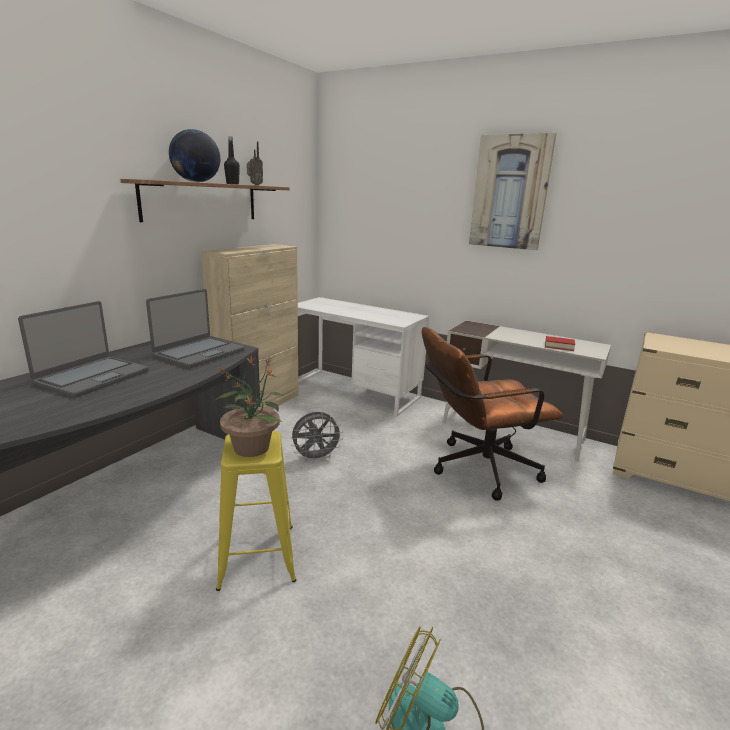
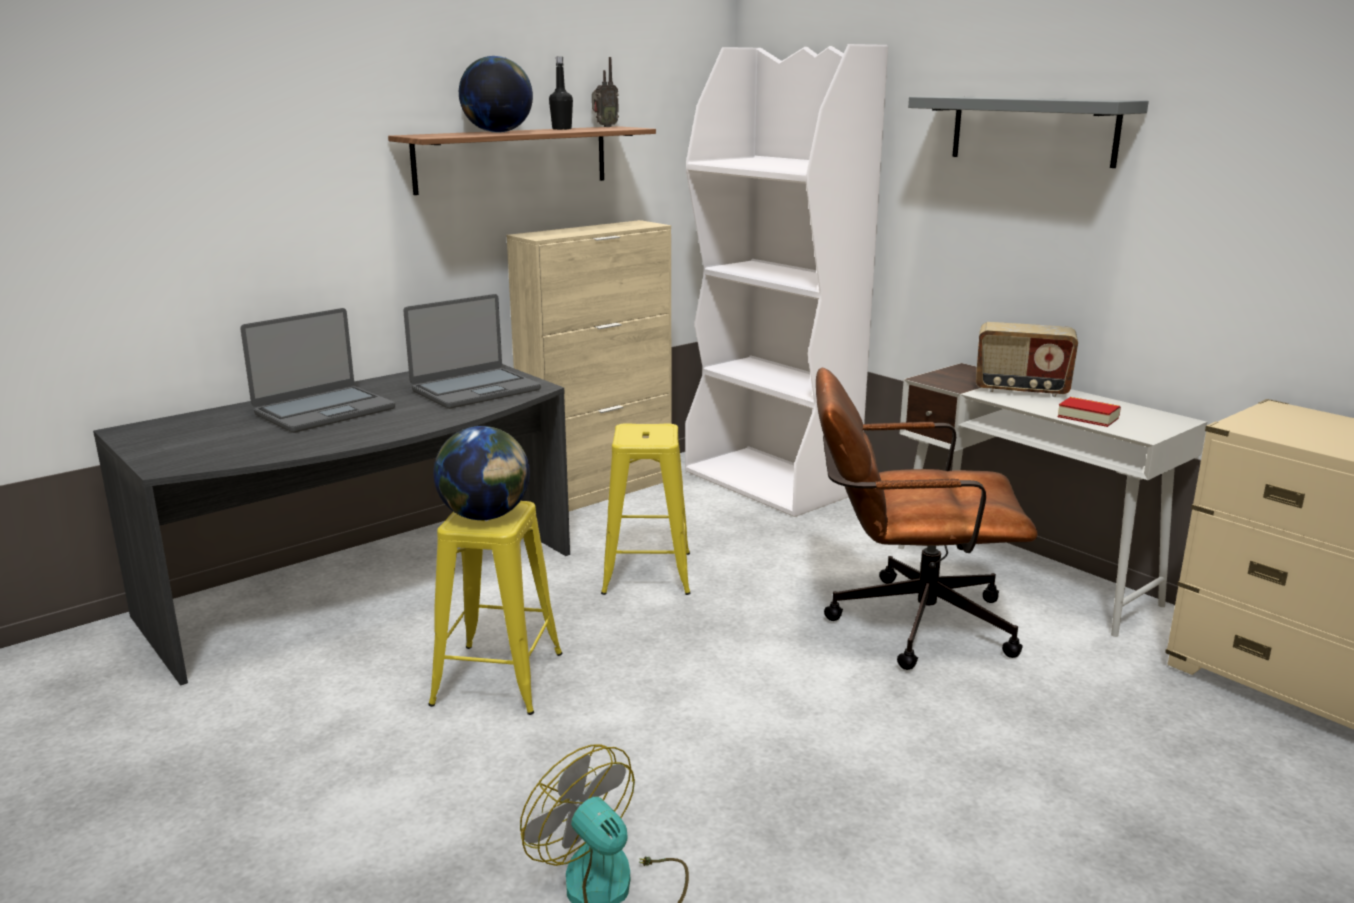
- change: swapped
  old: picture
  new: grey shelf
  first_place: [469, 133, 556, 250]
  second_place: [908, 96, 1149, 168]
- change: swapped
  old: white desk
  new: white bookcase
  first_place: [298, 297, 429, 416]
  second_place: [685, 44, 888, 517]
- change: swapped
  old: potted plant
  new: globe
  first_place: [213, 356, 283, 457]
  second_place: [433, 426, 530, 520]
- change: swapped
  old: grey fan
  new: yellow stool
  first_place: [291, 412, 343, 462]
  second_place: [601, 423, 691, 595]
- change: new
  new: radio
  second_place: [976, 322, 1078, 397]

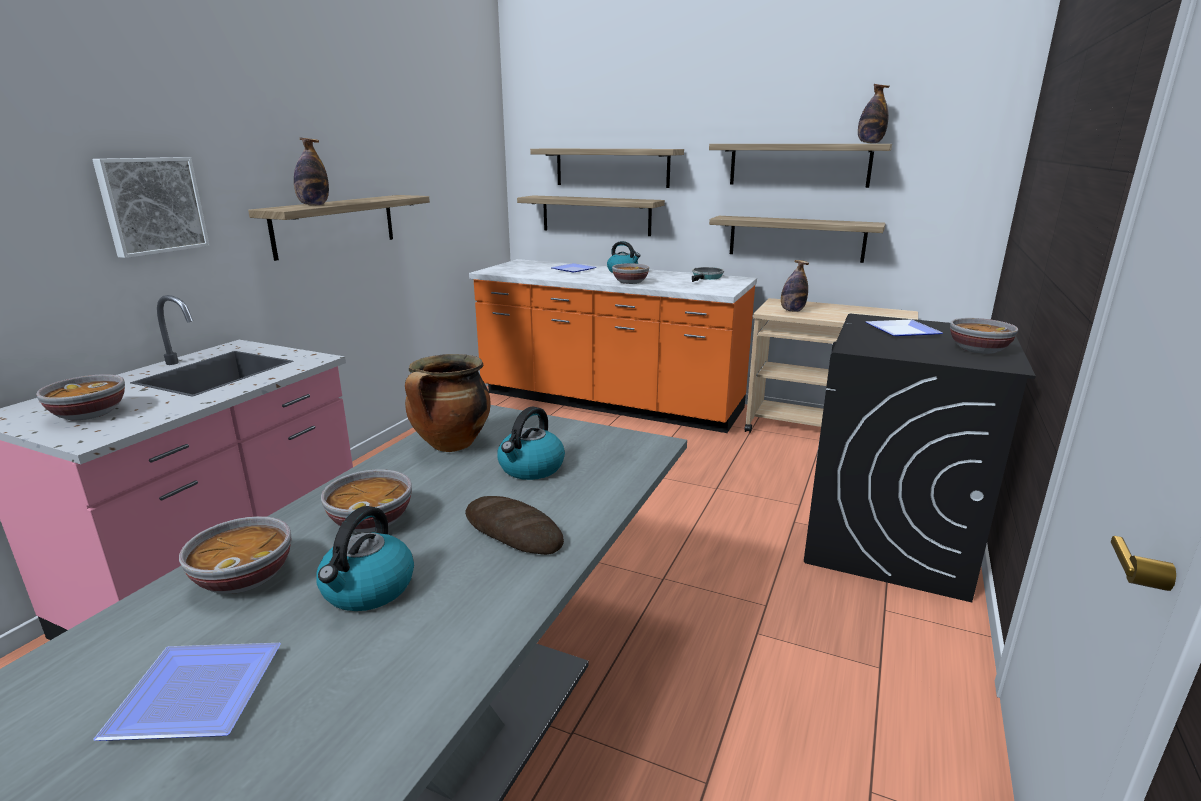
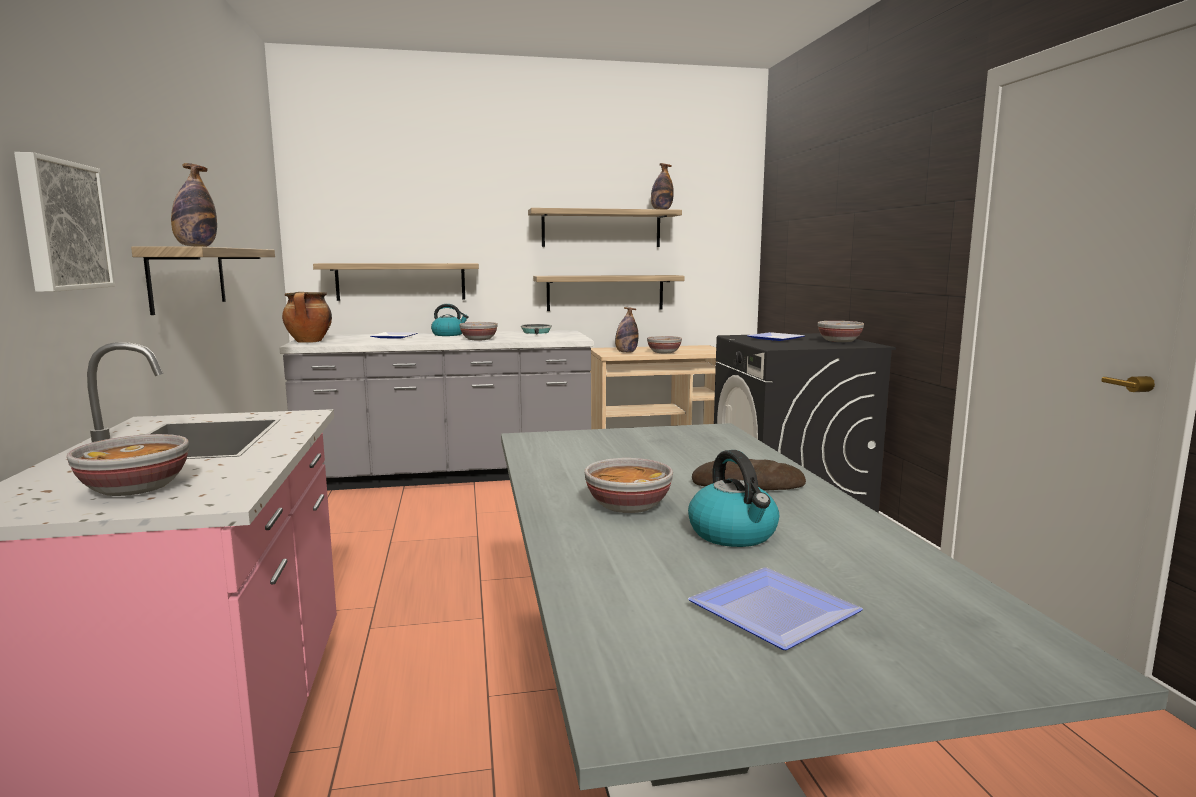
- change: gone
  old: shelf
  first_place: [530, 149, 684, 188]
- change: repainted
  old: orange counter
  new: grey counter
  first_place: [469, 259, 757, 433]
  second_place: [279, 330, 593, 491]
- change: shifted
  old: cooking pot
  first_place: [405, 354, 490, 452]
  second_place: [282, 292, 332, 343]
- change: gone
  old: kettle
  first_place: [497, 406, 565, 480]
- change: shifted
  old: bowl
  first_place: [179, 516, 291, 594]
  second_place: [647, 336, 682, 353]

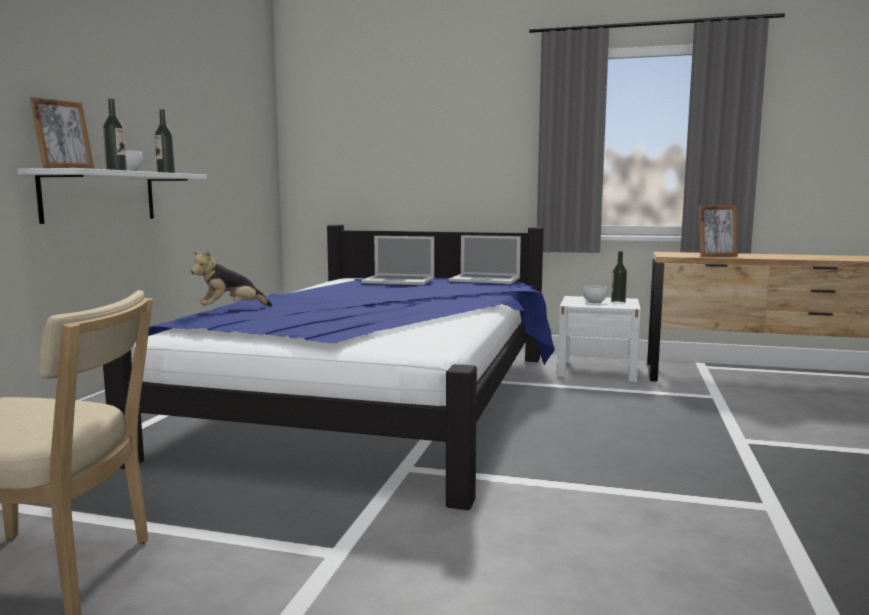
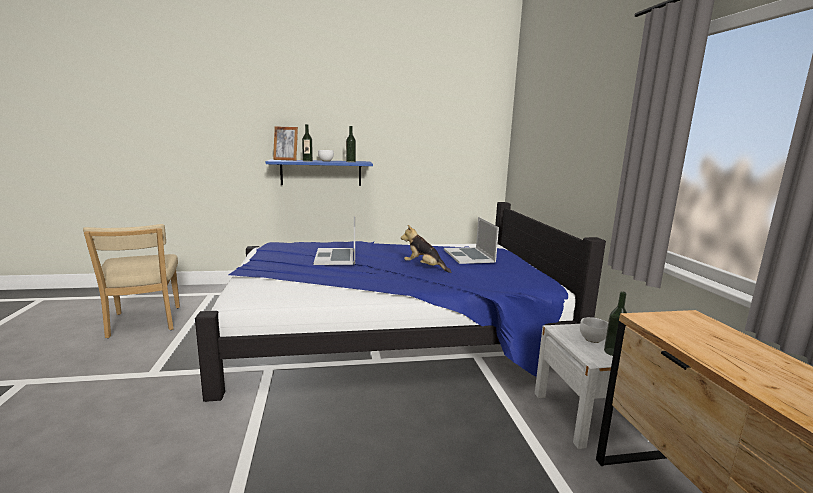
- change: repainted
  old: white shelf
  new: blue shelf
  first_place: [17, 168, 207, 224]
  second_place: [266, 159, 373, 186]
- change: gone
  old: picture frame
  first_place: [699, 205, 738, 257]
- change: shifted
  old: laptop
  first_place: [449, 235, 521, 284]
  second_place: [314, 216, 355, 265]
- change: shifted
  old: plush toy
  first_place: [191, 249, 273, 306]
  second_place: [401, 225, 451, 273]

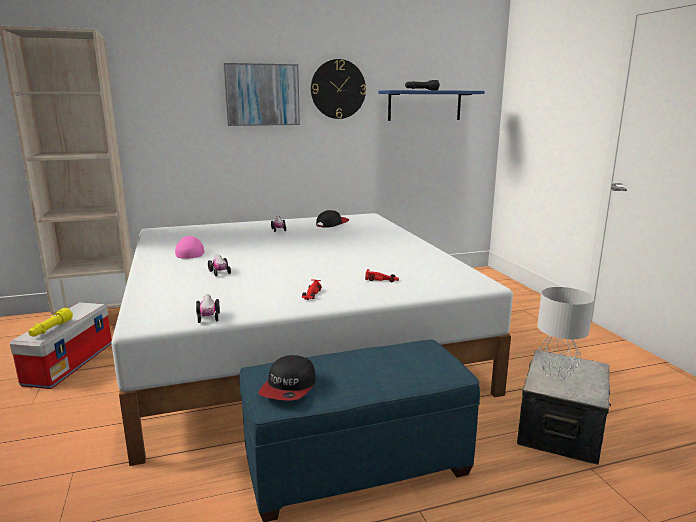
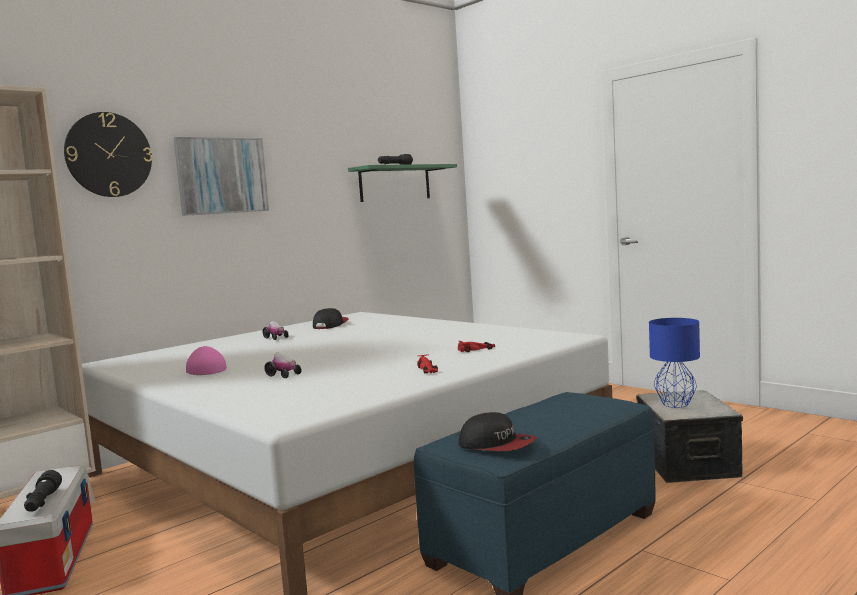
- change: shifted
  old: wall clock
  first_place: [311, 59, 366, 119]
  second_place: [64, 112, 152, 197]
- change: repainted
  old: blue shelf
  new: green shelf
  first_place: [379, 90, 485, 121]
  second_place: [348, 164, 457, 202]
- change: repainted
  old: grey table lamp
  new: blue table lamp
  first_place: [537, 287, 594, 379]
  second_place: [649, 318, 700, 408]
- change: gone
  old: toy car
  first_place: [196, 294, 220, 323]
- change: repainted
  old: yellow flashlight
  new: black flashlight
  first_place: [28, 308, 73, 336]
  second_place: [24, 470, 62, 512]
- change: rotated
  old: cap
  first_place: [258, 355, 316, 401]
  second_place: [459, 412, 537, 451]
  degrees: -45

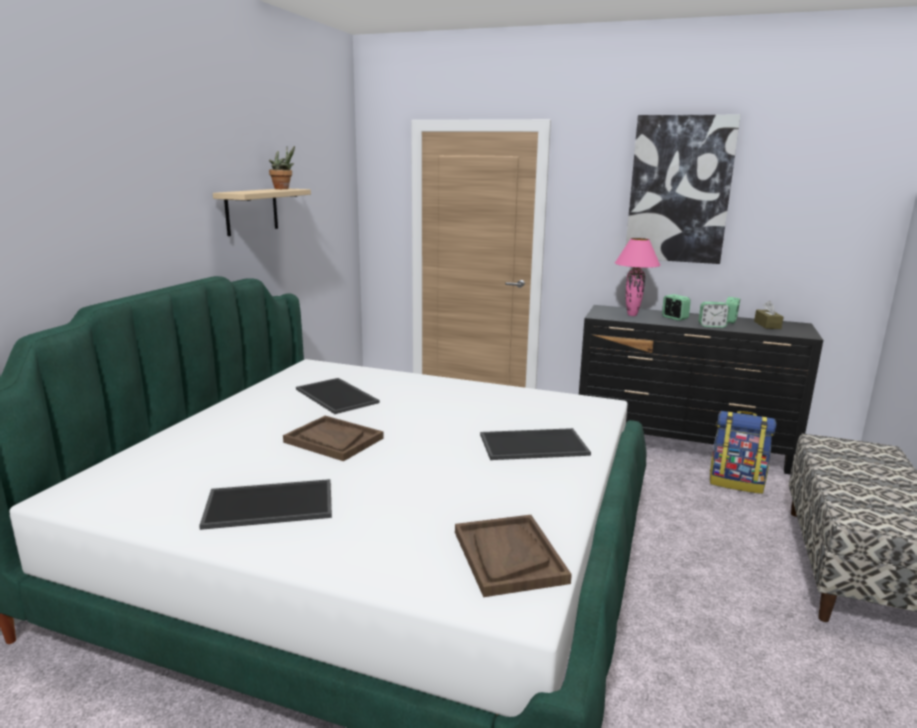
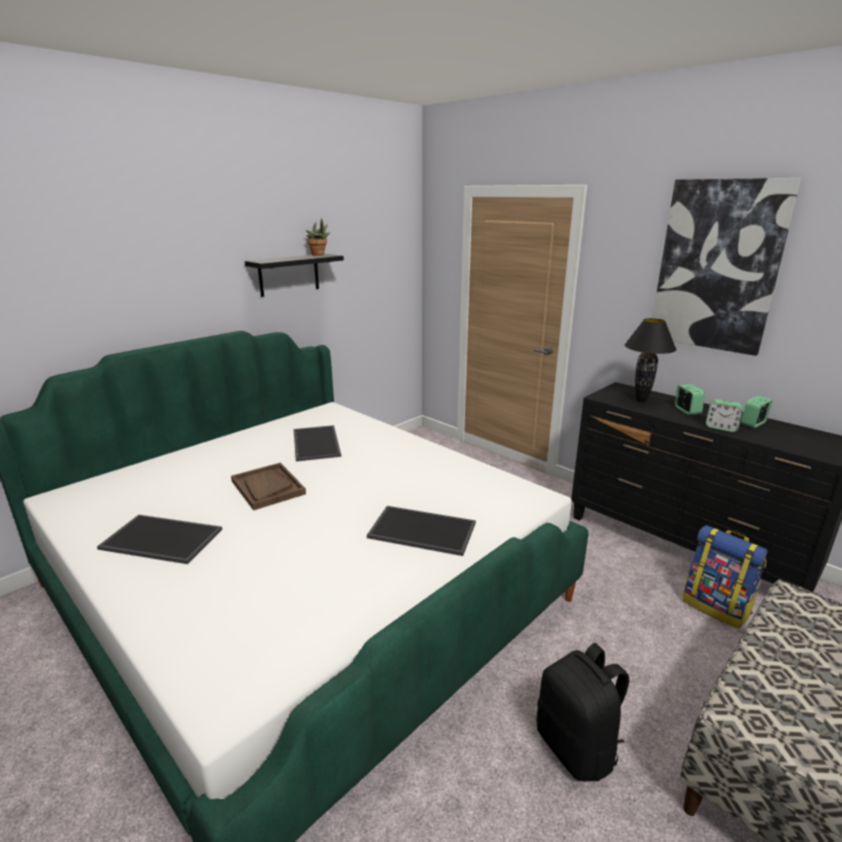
- change: repainted
  old: beige shelf
  new: black shelf
  first_place: [213, 189, 311, 236]
  second_place: [245, 254, 344, 297]
- change: repainted
  old: pink table lamp
  new: black table lamp
  first_place: [615, 238, 661, 316]
  second_place: [625, 318, 677, 402]
- change: gone
  old: brown tissue box
  first_place: [754, 301, 784, 329]
- change: gone
  old: brown tray
  first_place: [455, 515, 572, 597]
- change: new
  new: black backpack
  second_place: [536, 643, 629, 782]

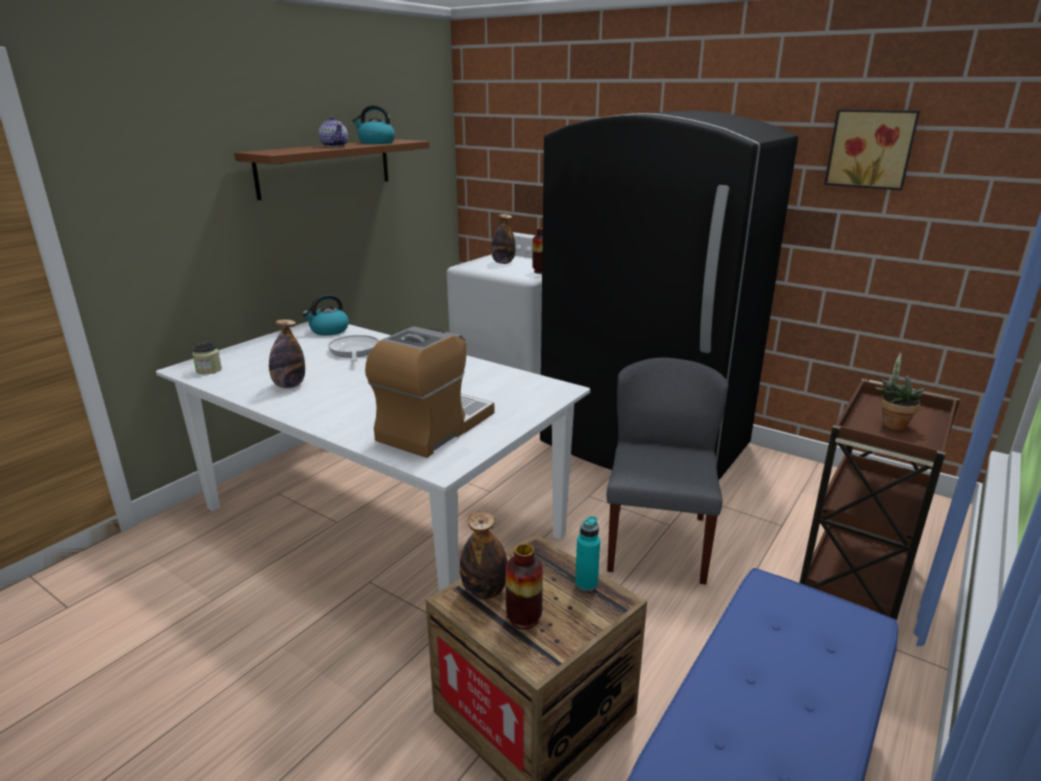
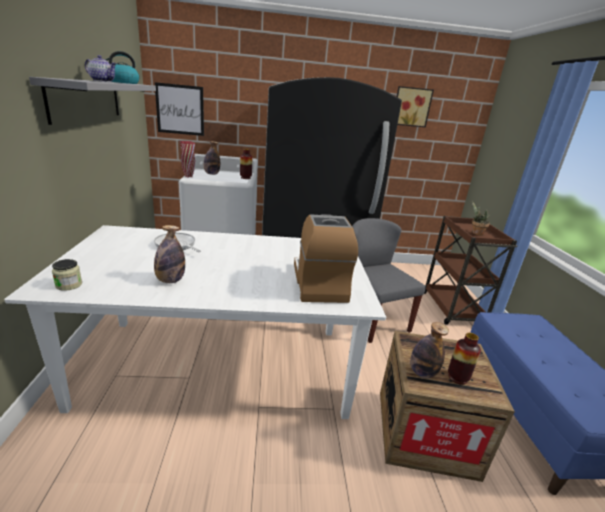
- change: repainted
  old: brown shelf
  new: grey shelf
  first_place: [234, 139, 429, 200]
  second_place: [29, 77, 156, 125]
- change: gone
  old: kettle
  first_place: [302, 294, 349, 336]
- change: gone
  old: turquoise bottle
  first_place: [575, 516, 600, 592]
- change: new
  new: picture
  second_place: [155, 82, 204, 136]
- change: new
  new: red vase
  second_place: [180, 141, 195, 178]

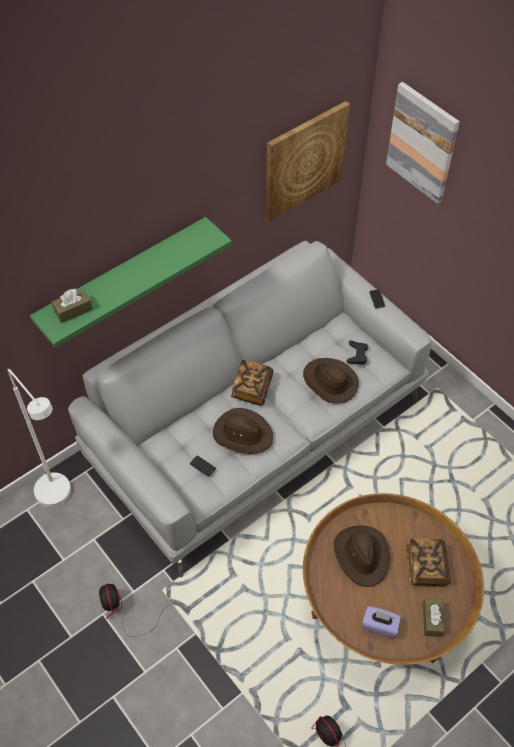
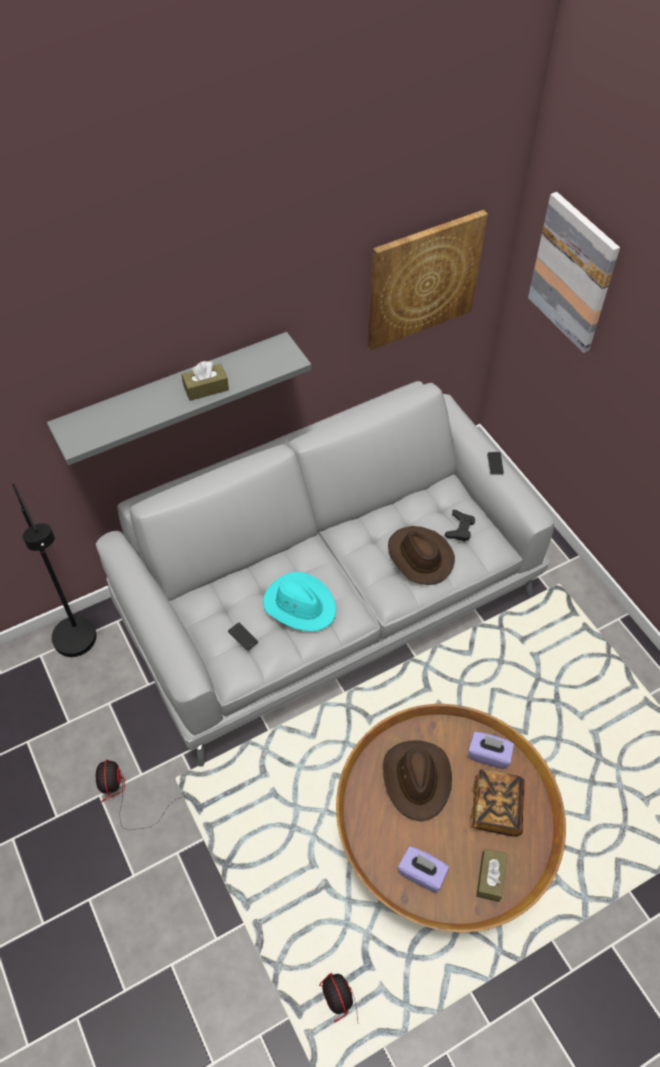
- change: repainted
  old: green shelf
  new: grey shelf
  first_place: [30, 217, 232, 348]
  second_place: [47, 332, 311, 465]
- change: shifted
  old: brown tissue box
  first_place: [52, 289, 93, 323]
  second_place: [182, 361, 229, 401]
- change: gone
  old: book
  first_place: [231, 360, 273, 406]
- change: repainted
  old: white floor lamp
  new: black floor lamp
  first_place: [8, 369, 71, 507]
  second_place: [12, 484, 96, 657]
- change: repainted
  old: brown hat
  new: turquoise hat
  first_place: [213, 408, 273, 454]
  second_place: [263, 572, 336, 631]
- change: new
  new: purple tissue box
  second_place: [468, 732, 514, 769]

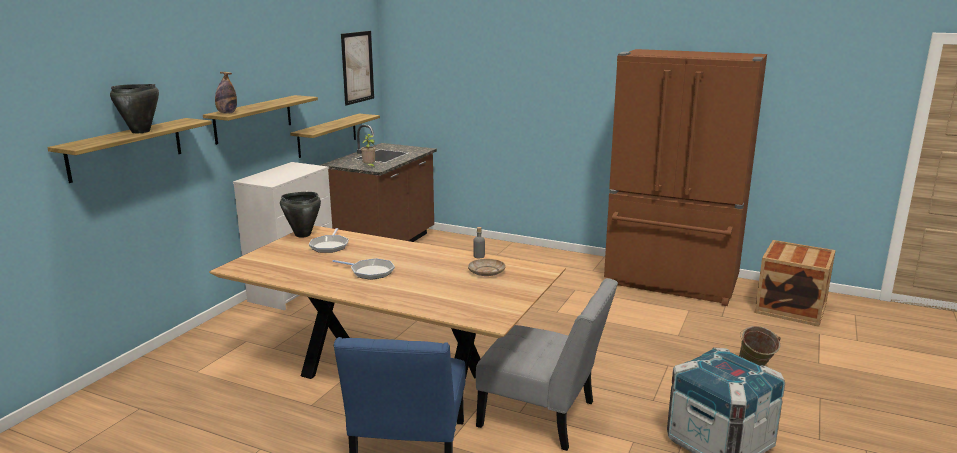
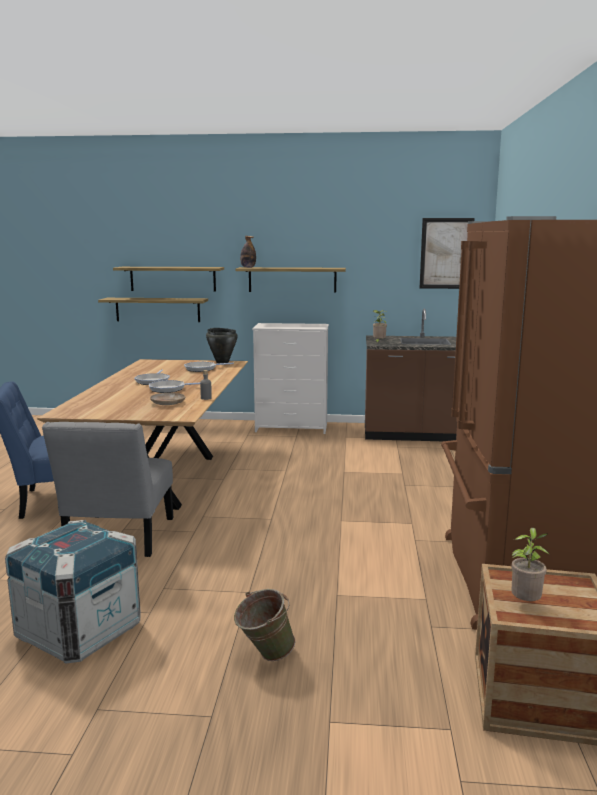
- change: gone
  old: black cooking pot
  first_place: [110, 84, 159, 133]
- change: shifted
  old: shelf
  first_place: [290, 114, 380, 158]
  second_place: [98, 298, 208, 322]
- change: new
  new: frying pan
  second_place: [149, 380, 200, 393]
- change: new
  new: potted plant
  second_place: [511, 528, 550, 601]

